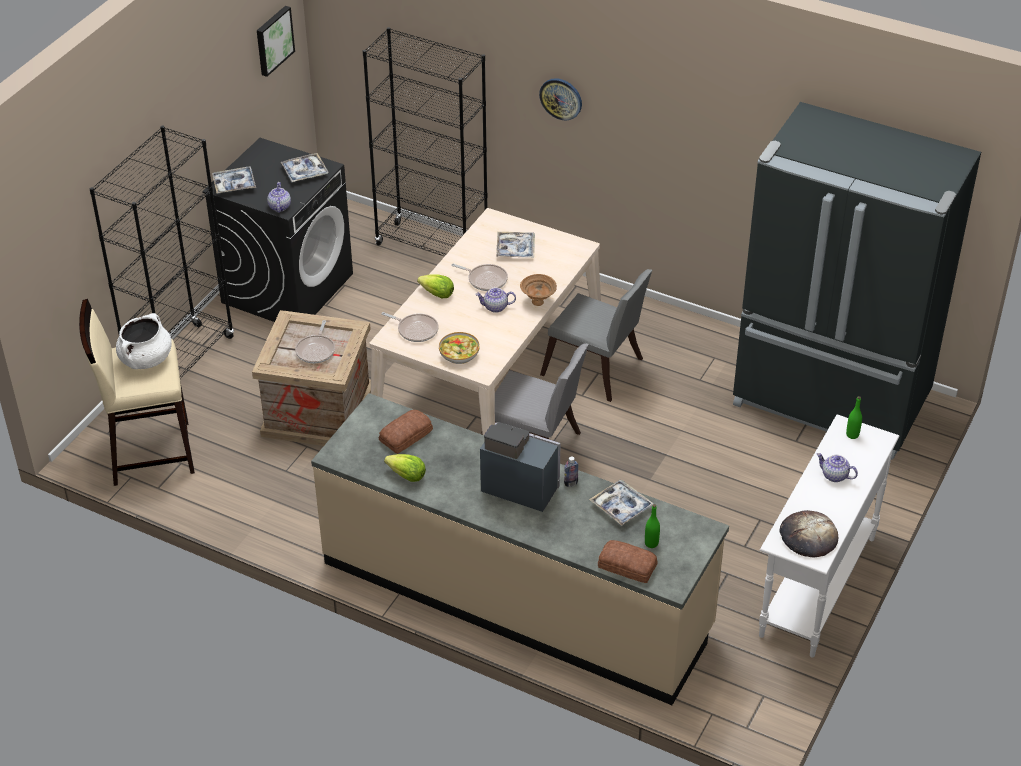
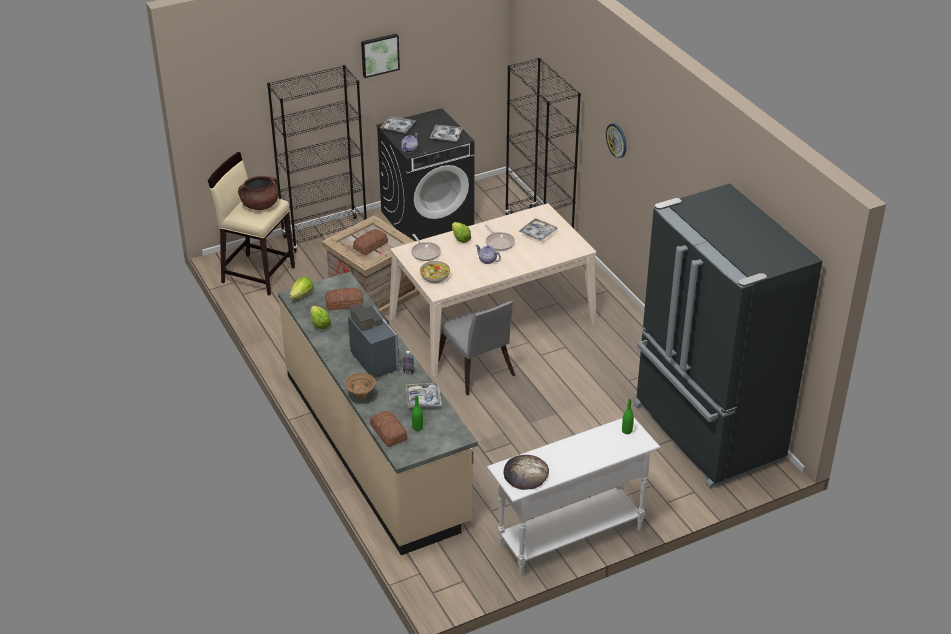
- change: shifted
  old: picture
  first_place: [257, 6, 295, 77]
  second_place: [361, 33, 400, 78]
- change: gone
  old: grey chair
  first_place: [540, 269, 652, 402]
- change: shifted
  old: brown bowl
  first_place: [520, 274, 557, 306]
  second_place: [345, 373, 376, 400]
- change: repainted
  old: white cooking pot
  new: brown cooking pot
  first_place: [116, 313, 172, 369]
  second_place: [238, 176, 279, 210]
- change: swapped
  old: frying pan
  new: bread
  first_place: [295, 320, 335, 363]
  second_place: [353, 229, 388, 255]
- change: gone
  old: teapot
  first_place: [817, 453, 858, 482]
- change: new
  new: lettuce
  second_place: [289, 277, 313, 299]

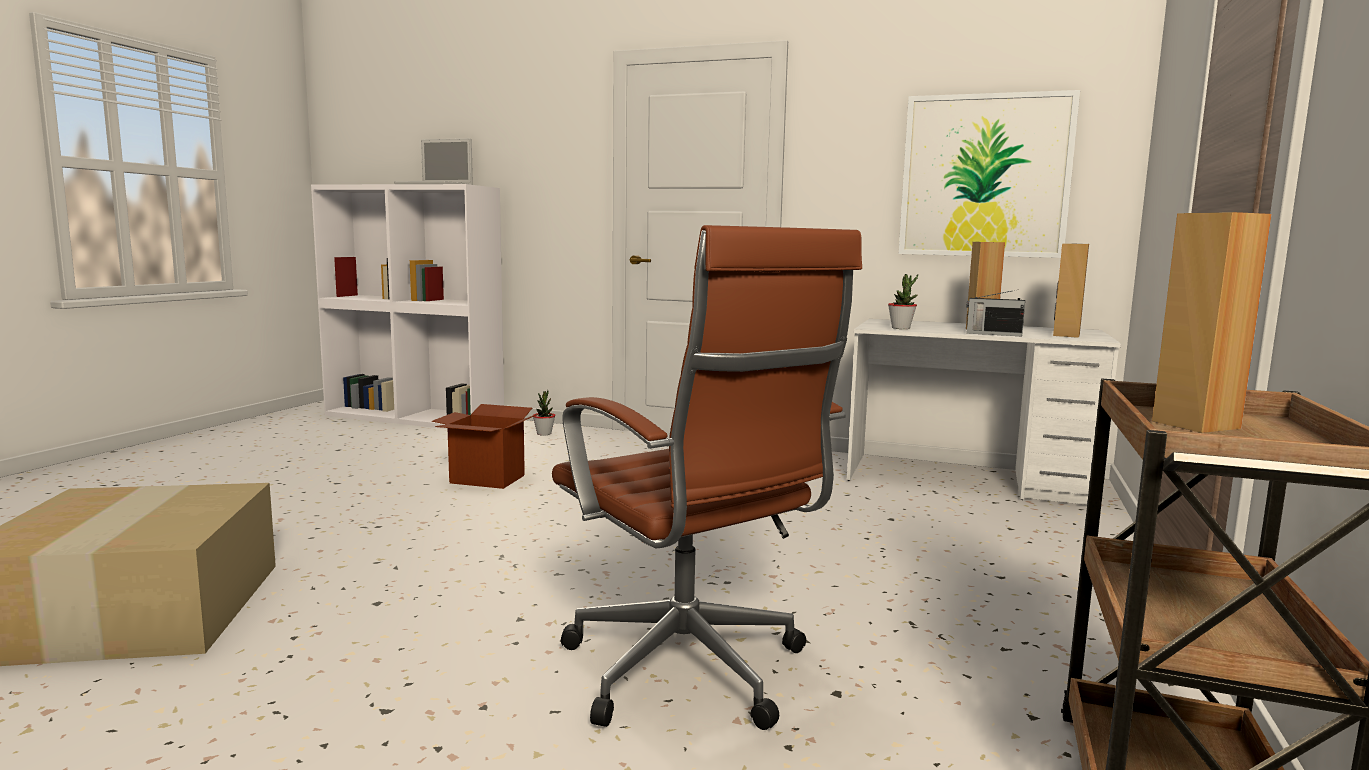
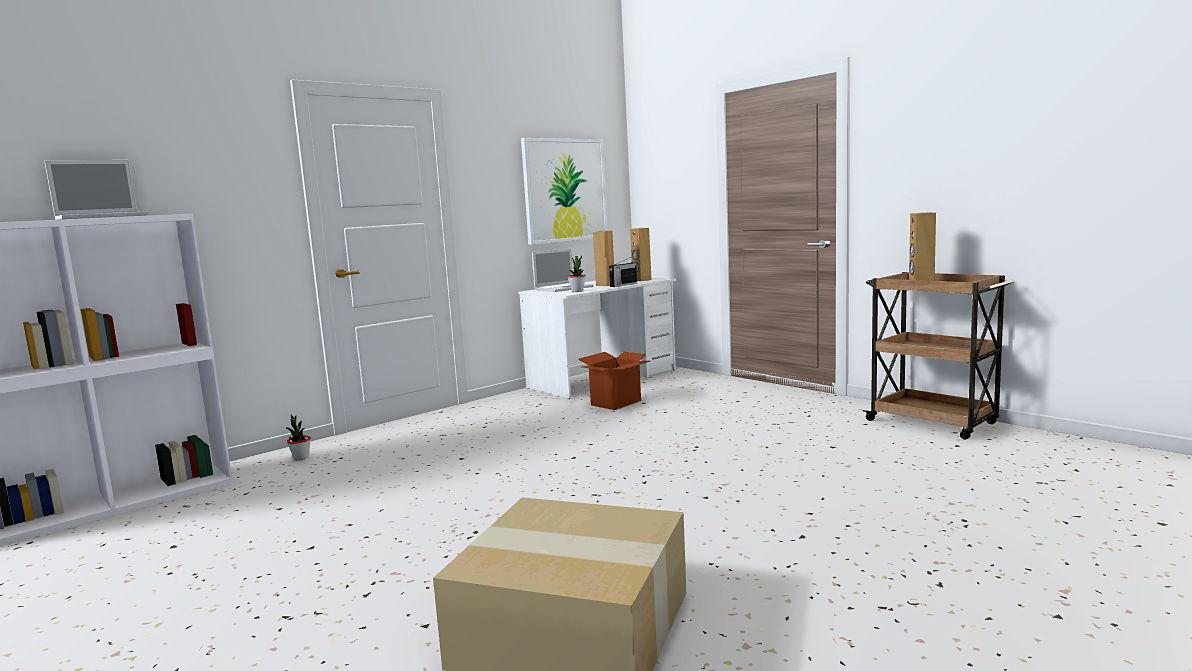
- change: gone
  old: brown office chair
  first_place: [552, 225, 862, 730]
- change: shifted
  old: cardboard box
  first_place: [432, 404, 538, 489]
  second_place: [578, 351, 650, 410]
- change: new
  new: laptop
  second_place: [532, 248, 594, 292]

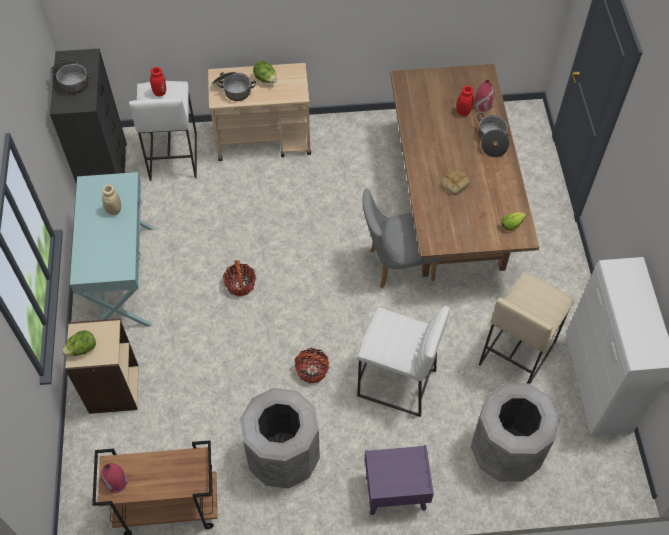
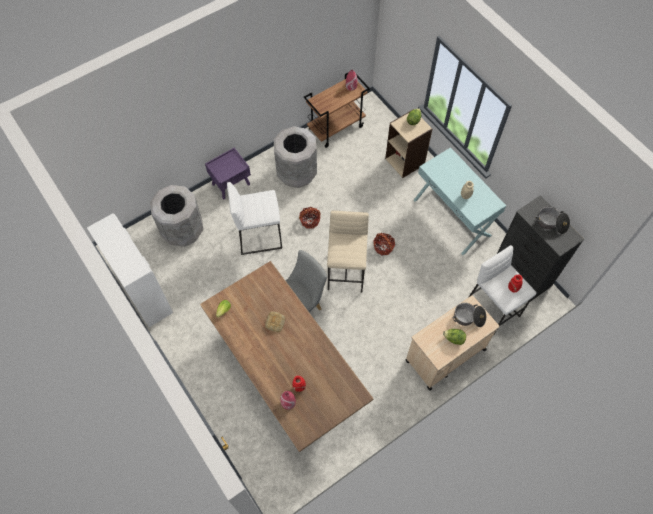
- change: gone
  old: cooking pot
  first_place: [478, 113, 509, 158]
- change: shifted
  old: beige stool
  first_place: [479, 272, 574, 384]
  second_place: [327, 211, 369, 292]

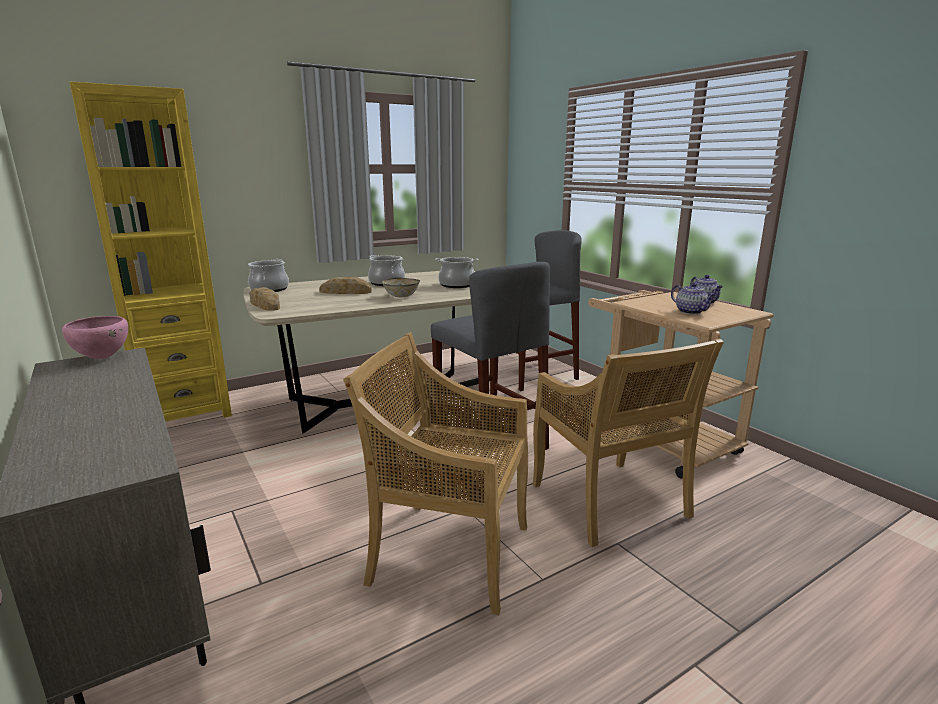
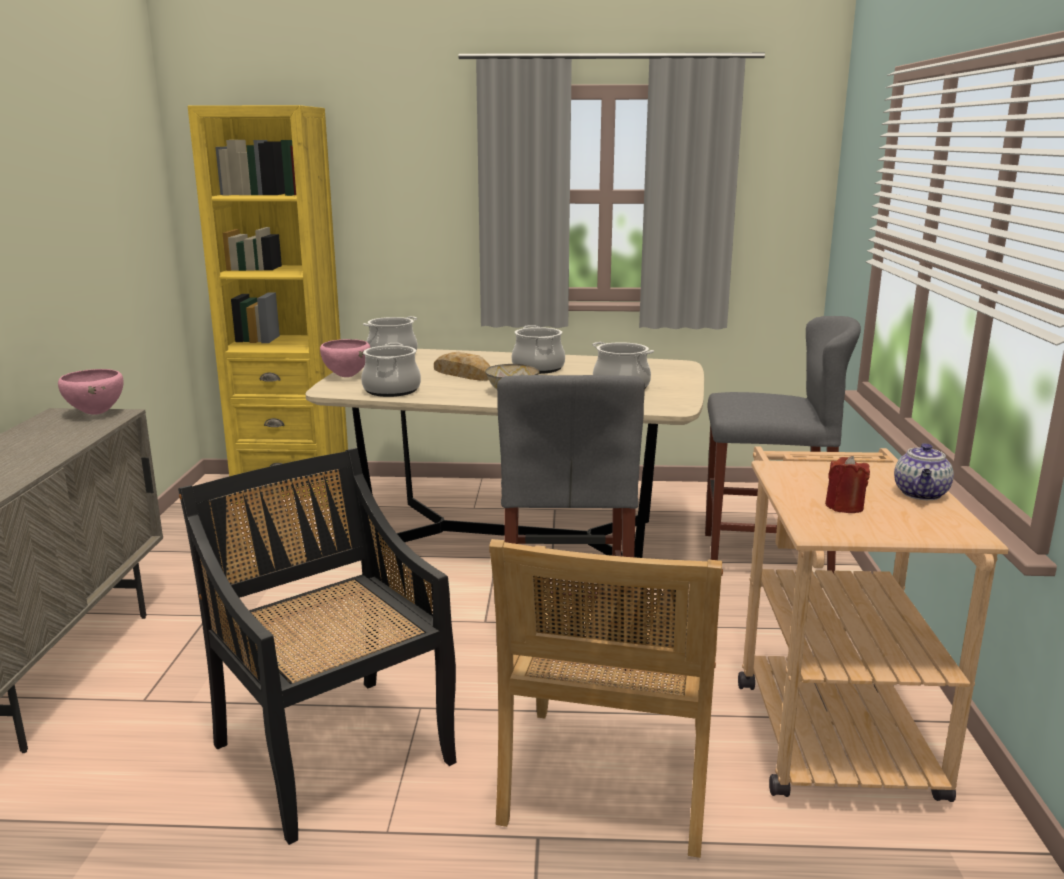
- change: swapped
  old: teapot
  new: red candle
  first_place: [671, 283, 716, 314]
  second_place: [825, 456, 870, 513]
- change: swapped
  old: bread
  new: pink bowl
  first_place: [249, 287, 280, 311]
  second_place: [320, 339, 370, 377]
- change: repainted
  old: beige chair
  new: black chair
  first_place: [343, 332, 528, 615]
  second_place: [178, 448, 457, 845]
- change: new
  new: cooking pot
  second_place: [361, 343, 421, 397]

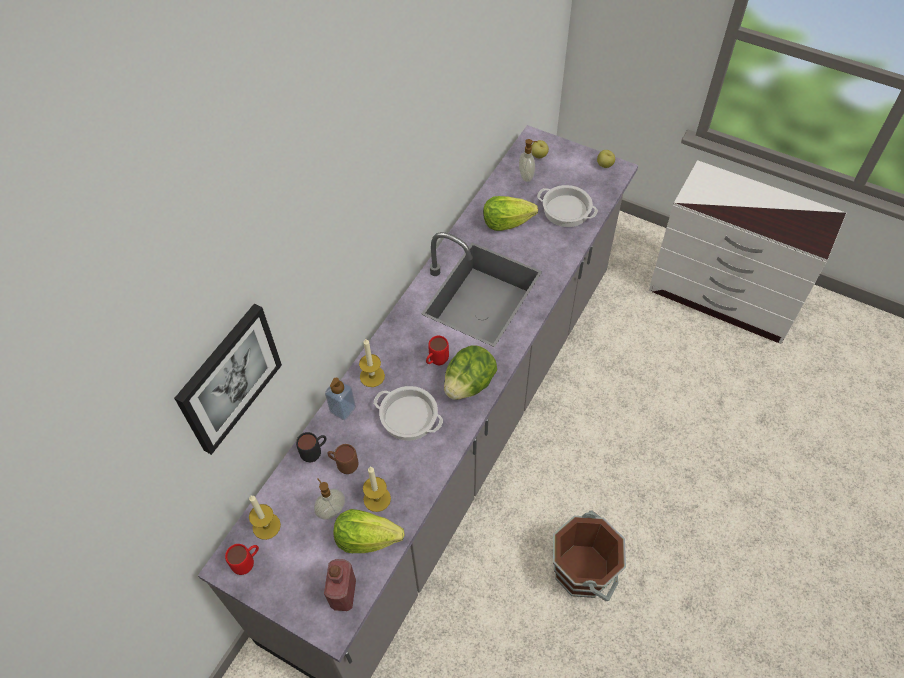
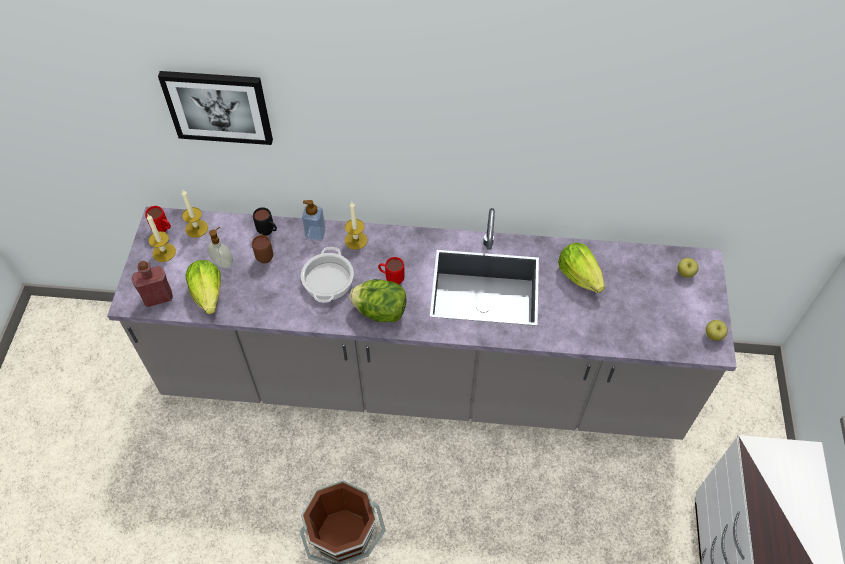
- change: gone
  old: soap dispenser
  first_place: [519, 139, 538, 182]
- change: gone
  old: cooking pot
  first_place: [537, 185, 598, 227]
- change: shifted
  old: candle
  first_place: [363, 467, 391, 512]
  second_place: [147, 214, 176, 262]

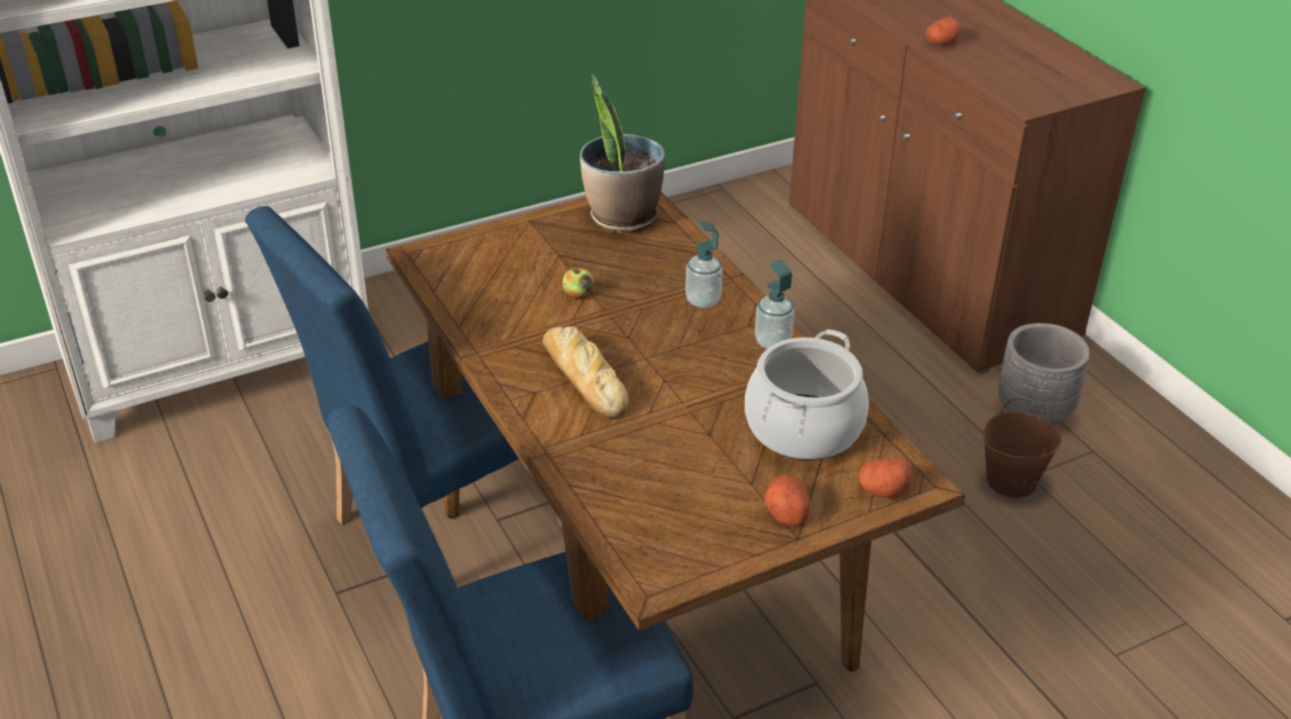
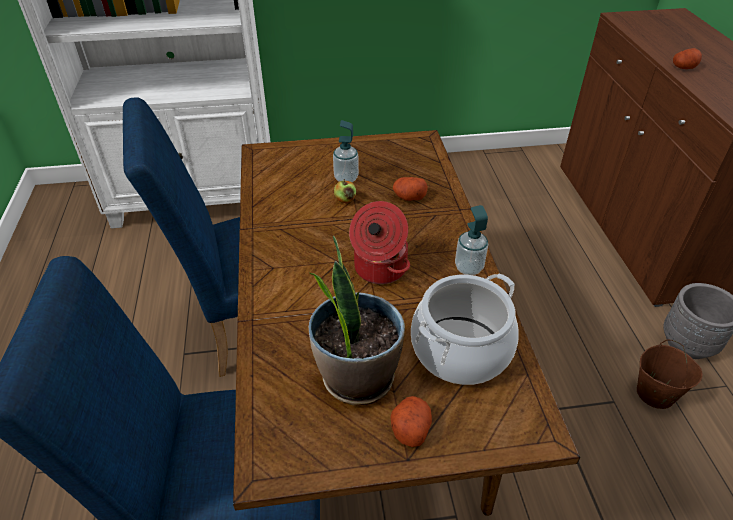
- change: shifted
  old: potted plant
  first_place: [580, 74, 665, 233]
  second_place: [309, 236, 405, 406]
- change: shifted
  old: soap dispenser
  first_place: [685, 221, 723, 308]
  second_place: [333, 120, 359, 182]
- change: gone
  old: bread
  first_place: [543, 326, 629, 418]
- change: shifted
  old: potato
  first_place: [858, 458, 913, 499]
  second_place: [393, 177, 428, 201]
- change: new
  new: cooking pot
  second_place: [349, 201, 410, 284]

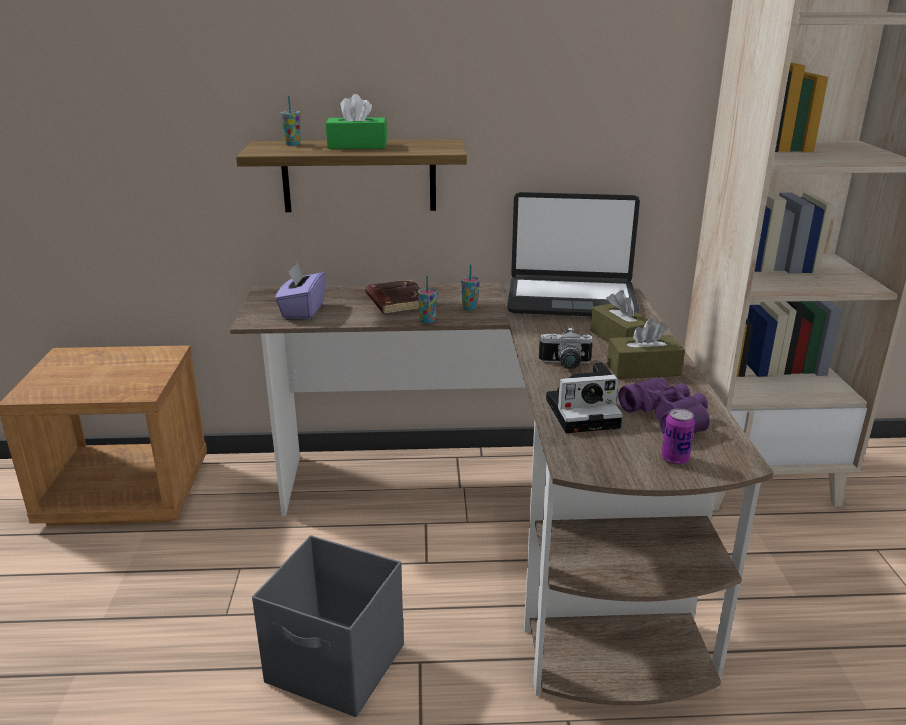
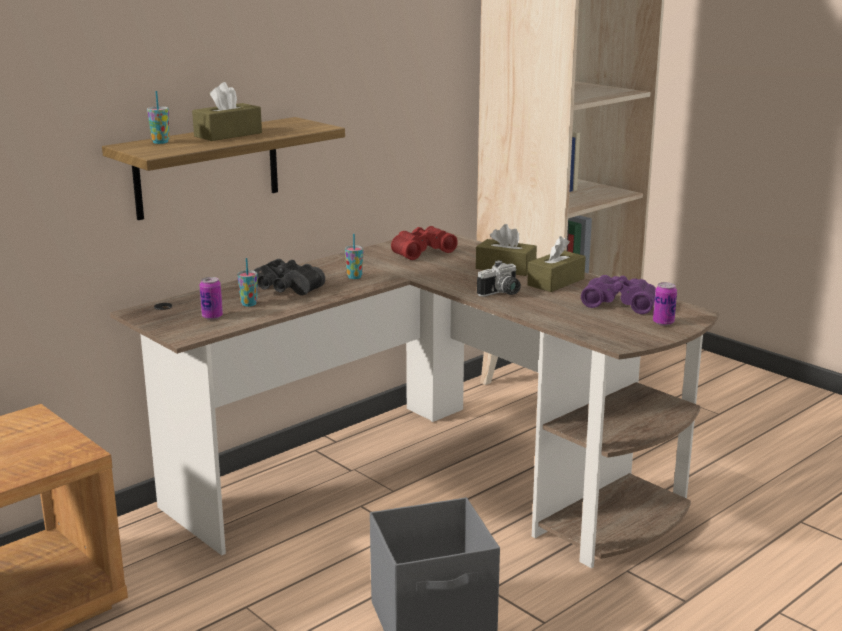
- change: repainted
  old: green tissue box
  new: brown tissue box
  first_place: [326, 94, 387, 149]
  second_place: [192, 82, 262, 141]
- change: swapped
  old: laptop
  new: red binoculars
  first_place: [507, 192, 640, 316]
  second_place: [391, 226, 458, 260]
- change: swapped
  old: purple tissue box
  new: can
  first_place: [275, 263, 326, 319]
  second_place: [200, 277, 223, 320]
- change: shifted
  old: cup
  first_place: [418, 276, 437, 323]
  second_place: [237, 258, 258, 307]
- change: swapped
  old: brown book
  new: black binoculars
  first_place: [366, 279, 420, 315]
  second_place: [254, 259, 325, 295]
- change: gone
  old: photo camera
  first_place: [546, 362, 623, 433]

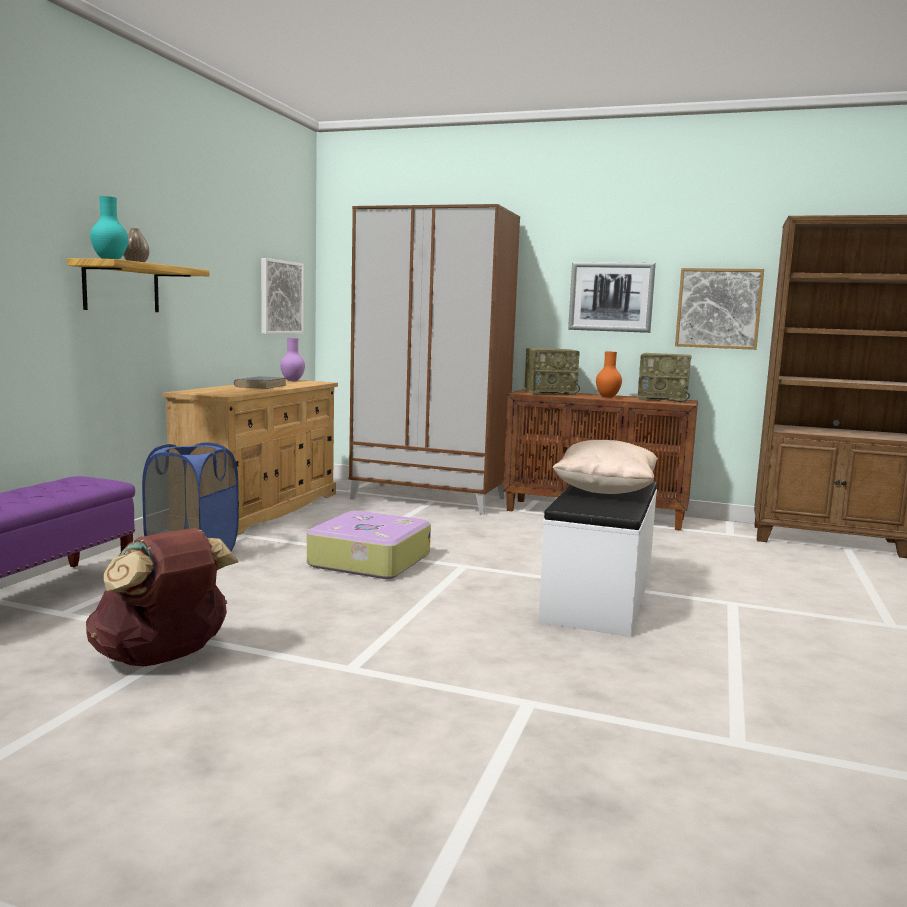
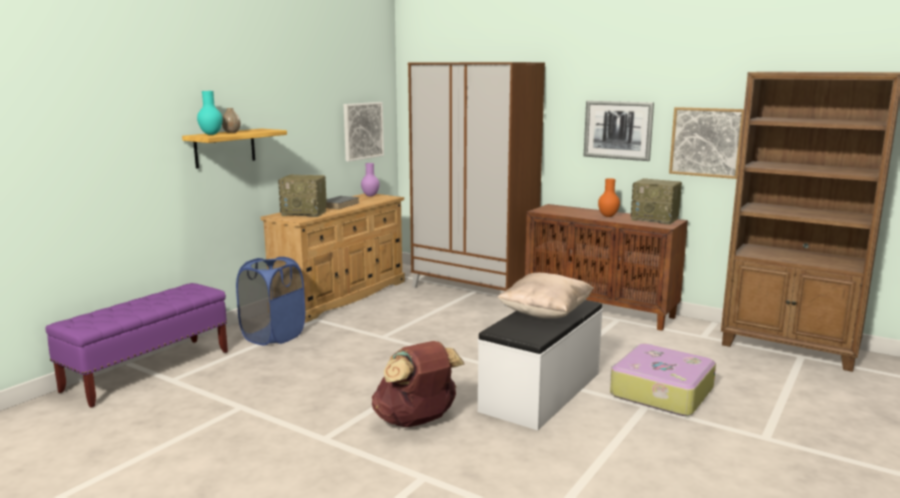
- change: shifted
  old: radio
  first_place: [524, 348, 580, 395]
  second_place: [278, 175, 327, 217]
- change: shifted
  old: suitcase
  first_place: [307, 511, 431, 579]
  second_place: [610, 344, 716, 416]
- change: shifted
  old: brown backpack
  first_place: [86, 528, 238, 666]
  second_place: [372, 341, 465, 427]

